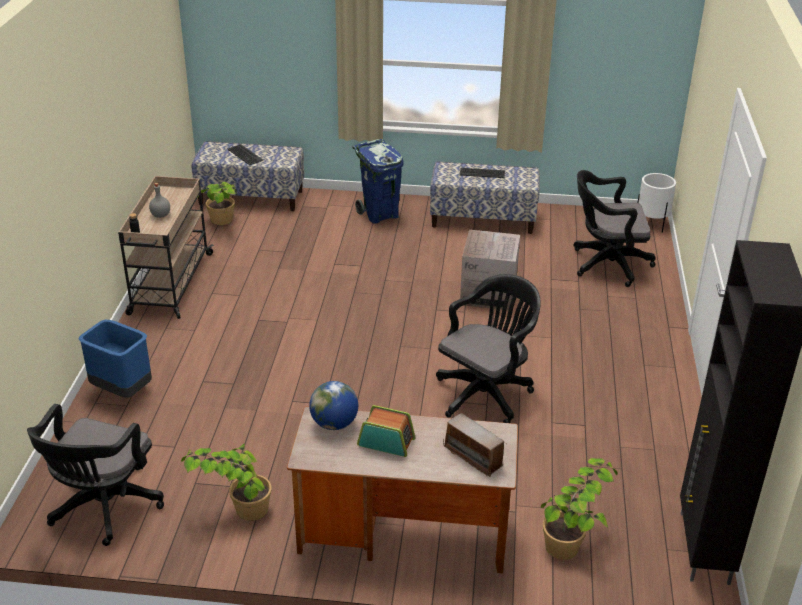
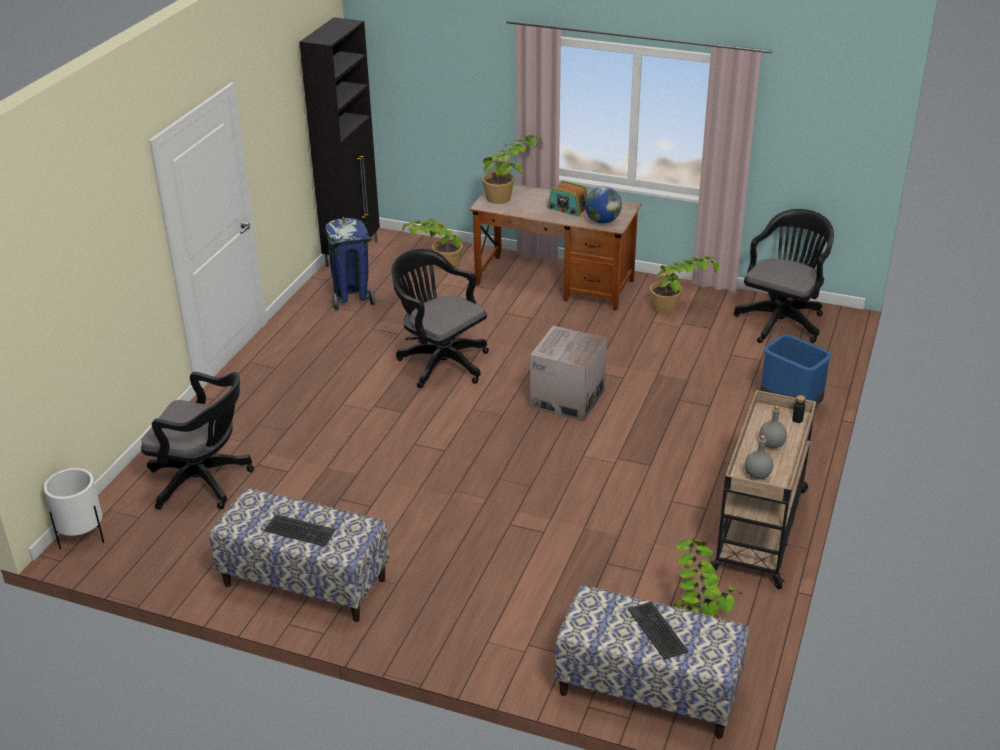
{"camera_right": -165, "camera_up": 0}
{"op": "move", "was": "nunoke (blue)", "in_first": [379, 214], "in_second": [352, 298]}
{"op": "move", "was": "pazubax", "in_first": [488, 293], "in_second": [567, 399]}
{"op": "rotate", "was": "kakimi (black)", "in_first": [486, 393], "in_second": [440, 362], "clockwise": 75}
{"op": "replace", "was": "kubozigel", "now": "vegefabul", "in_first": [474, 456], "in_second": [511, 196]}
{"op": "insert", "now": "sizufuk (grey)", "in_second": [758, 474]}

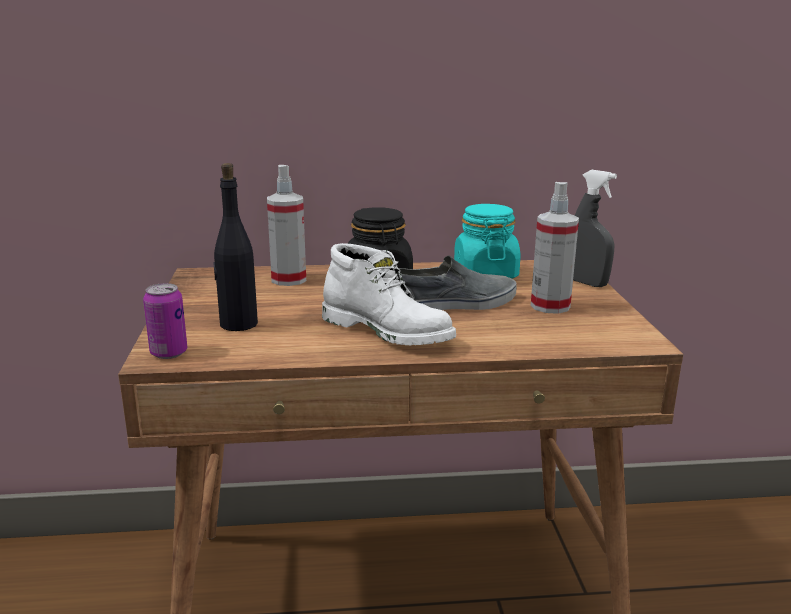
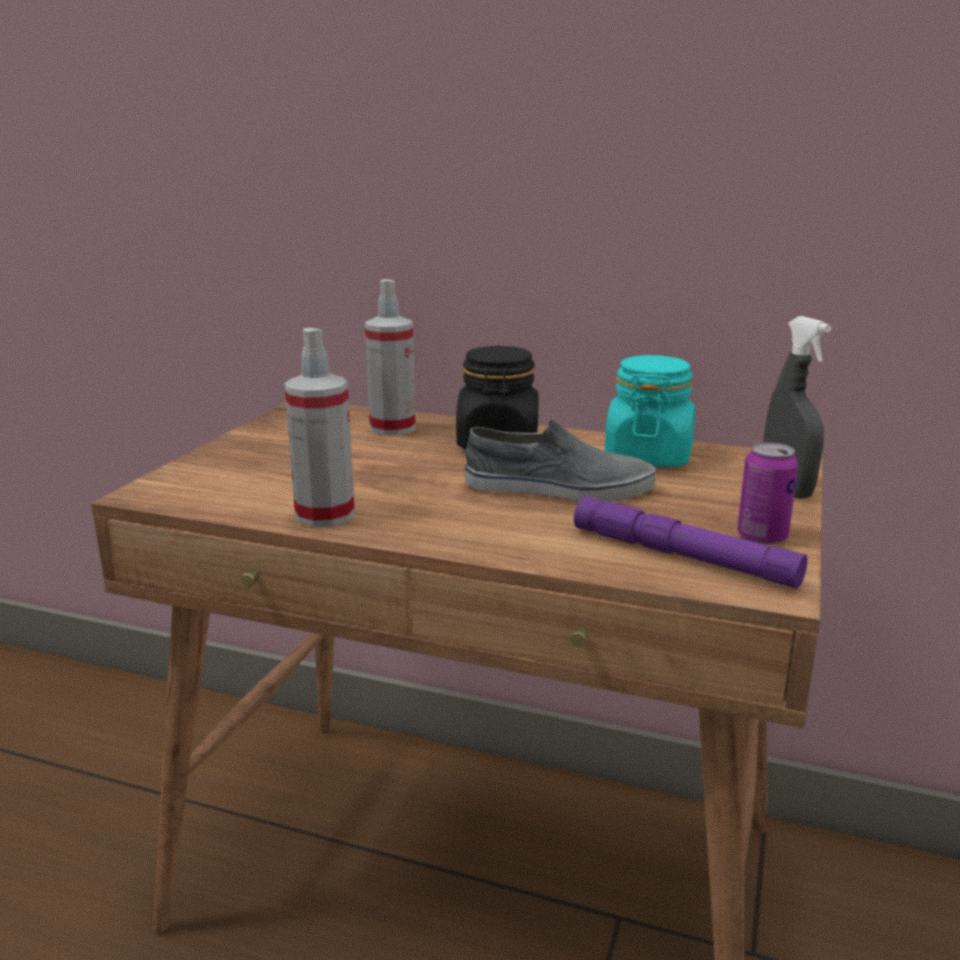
{"camera_right": 25, "camera_up": 0}
{"op": "delete", "was": "sizufuk (black)", "in_first": [238, 324]}
{"op": "move", "was": "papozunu", "in_first": [550, 306], "in_second": [325, 515]}
{"op": "delete", "was": "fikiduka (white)", "in_first": [388, 331]}
{"op": "move", "was": "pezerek", "in_first": [169, 353], "in_second": [762, 537]}
{"op": "insert", "now": "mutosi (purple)", "in_second": [682, 556]}

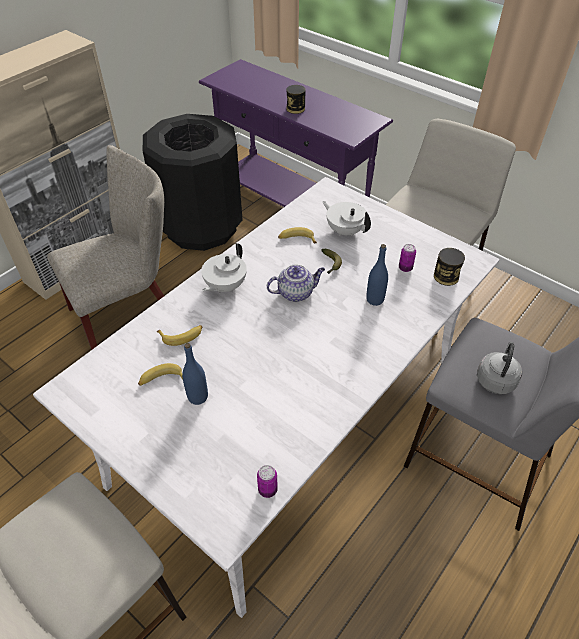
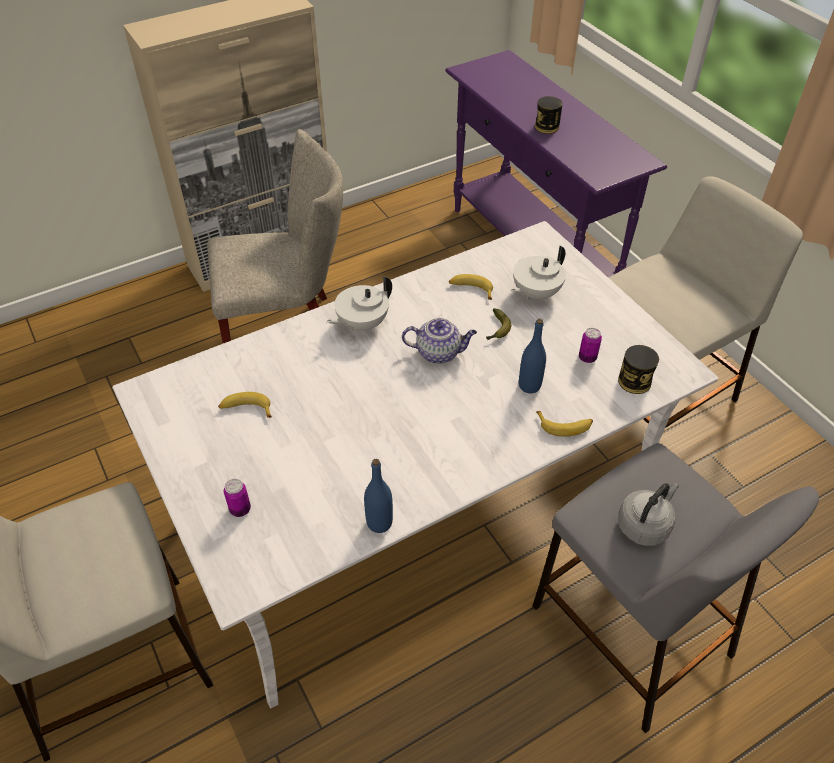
{"camera_right": 20, "camera_up": 0}
{"op": "delete", "was": "nunoke (black)", "in_first": [202, 227]}
{"op": "rotate", "was": "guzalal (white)", "in_first": [345, 230], "in_second": [535, 293], "clockwise": -105}
{"op": "move", "was": "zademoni", "in_first": [182, 336], "in_second": [565, 426]}
{"op": "move", "was": "sizufuk (blue)", "in_first": [198, 397], "in_second": [379, 523]}
{"op": "move", "was": "pezerek", "in_first": [267, 490], "in_second": [240, 509]}

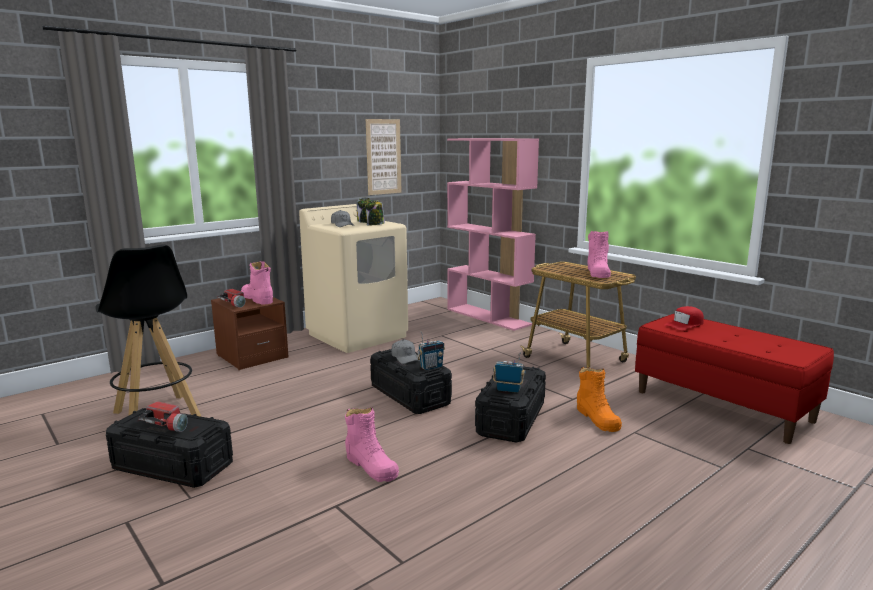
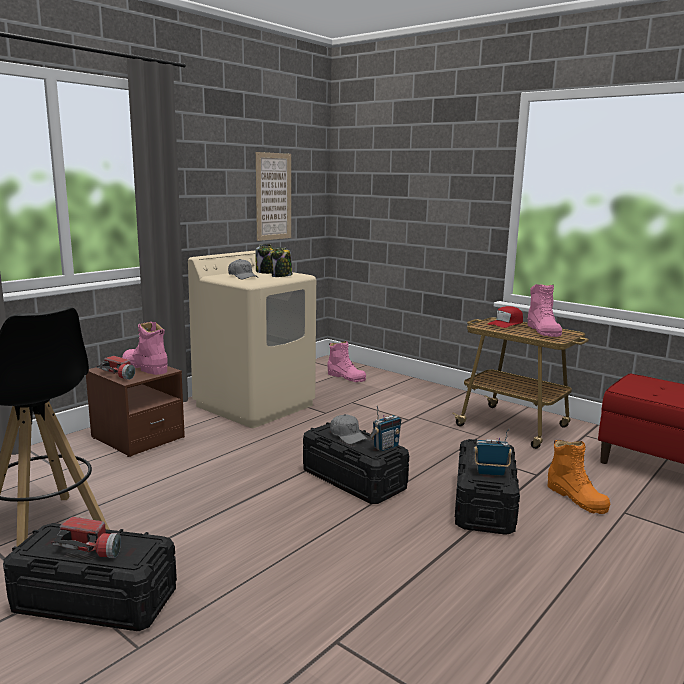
{"camera_right": -10, "camera_up": 0}
{"op": "delete", "was": "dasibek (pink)", "in_first": [488, 317]}
{"op": "move", "was": "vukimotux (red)", "in_first": [684, 324], "in_second": [506, 323]}
{"op": "move", "was": "fikiduka (pink)", "in_first": [371, 466], "in_second": [346, 377]}

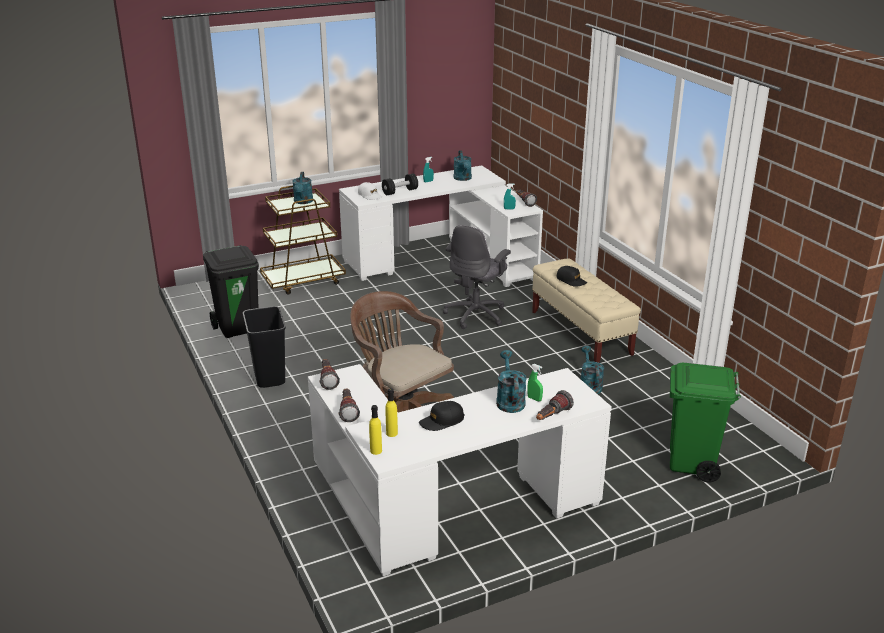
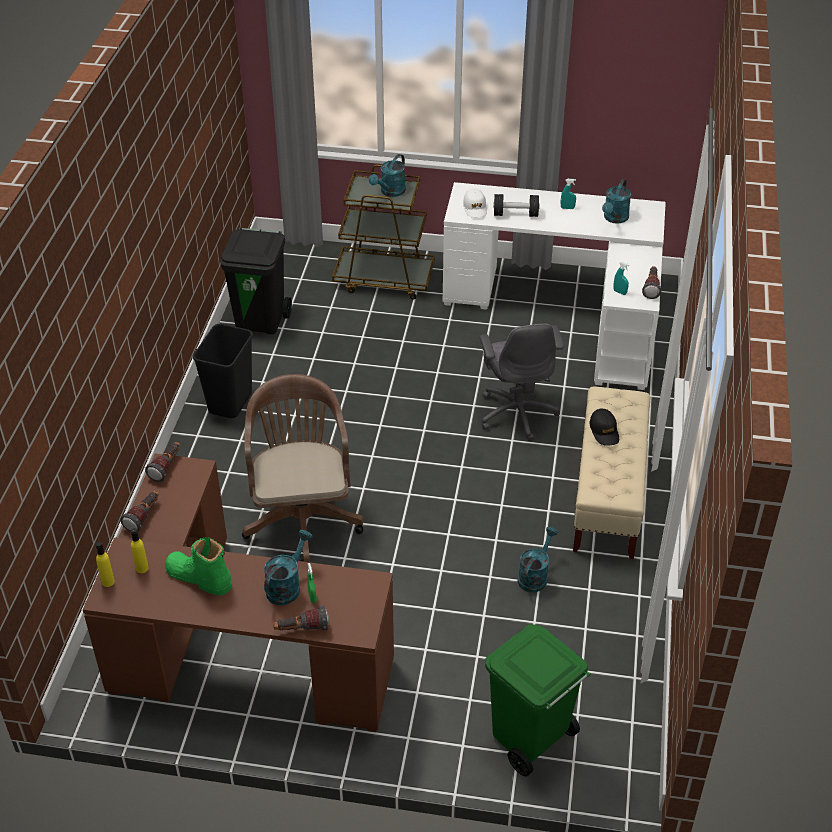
{"camera_right": 35, "camera_up": 15}
{"op": "rotate", "was": "kakimi (grey)", "in_first": [476, 315], "in_second": [517, 412], "clockwise": -75}
{"op": "recolor", "was": "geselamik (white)", "now": "geselamik (brown)", "in_first": [444, 508], "in_second": [231, 651]}
{"op": "replace", "was": "vukimotux (black)", "now": "fikiduka (green)", "in_first": [441, 421], "in_second": [198, 578]}

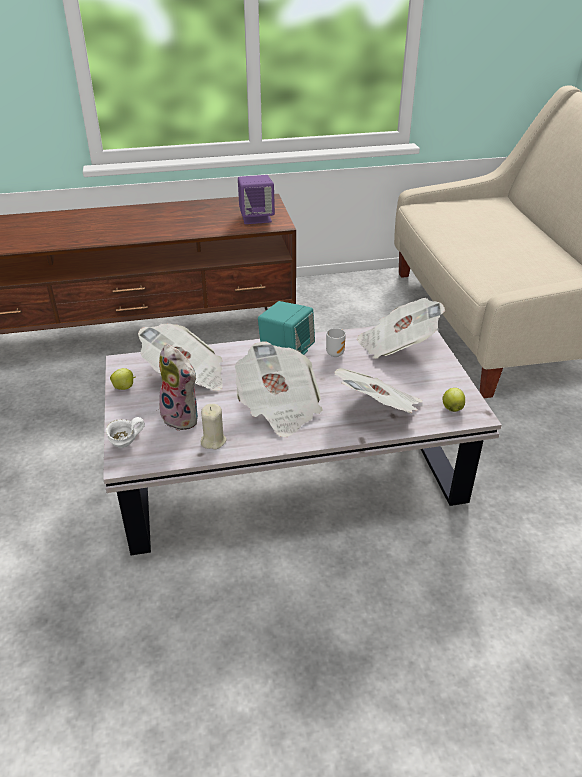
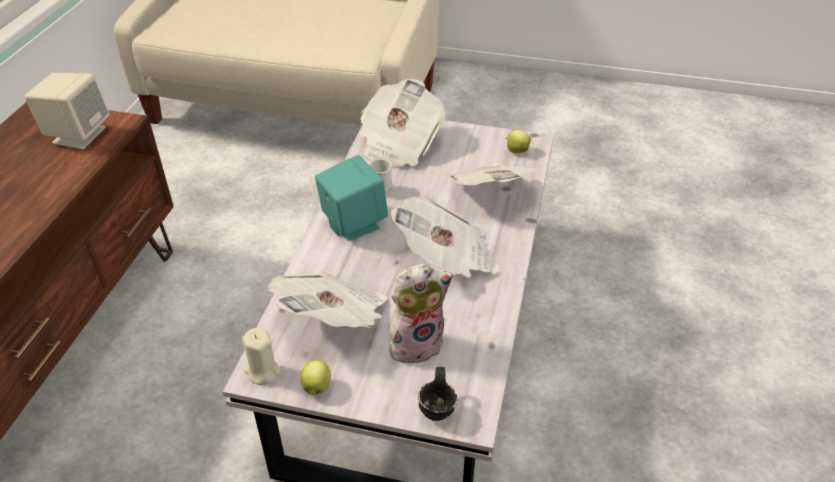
{"camera_right": -65, "camera_up": 5}
{"op": "recolor", "was": "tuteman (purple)", "now": "tuteman (beige)", "in_first": [256, 218], "in_second": [78, 135]}
{"op": "move", "was": "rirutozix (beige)", "in_first": [213, 441], "in_second": [262, 371]}
{"op": "recolor", "was": "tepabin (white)", "now": "tepabin (black)", "in_first": [126, 445], "in_second": [439, 410]}

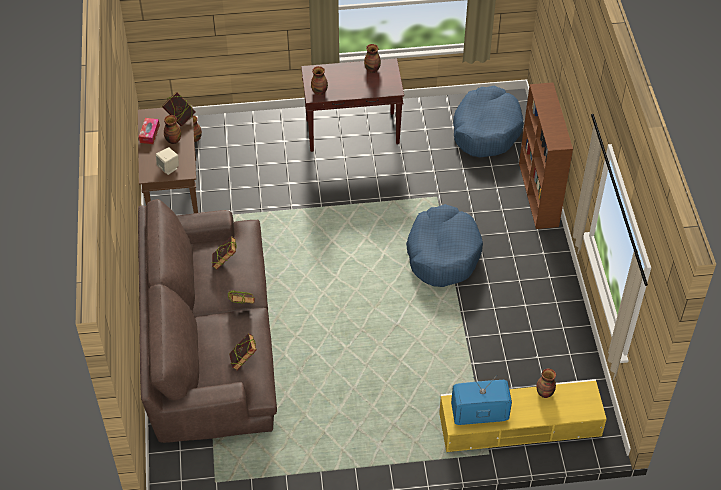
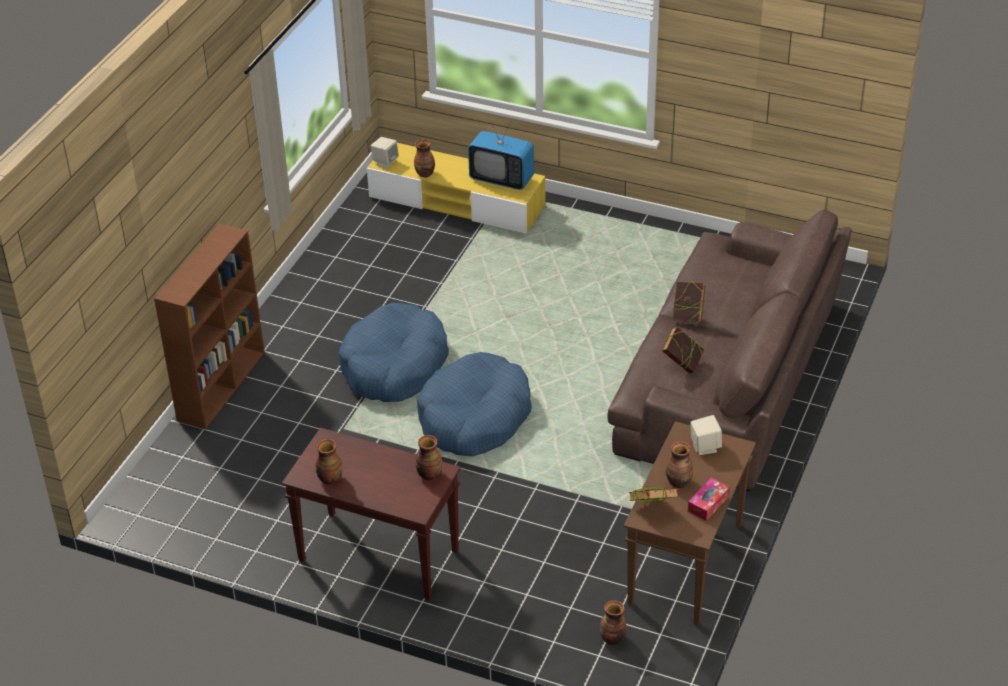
{"camera_right": -150, "camera_up": -10}
{"op": "move", "was": "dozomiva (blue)", "in_first": [486, 130], "in_second": [474, 418]}
{"op": "delete", "was": "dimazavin", "in_first": [243, 360]}
{"op": "insert", "now": "tuteman (beige)", "in_second": [385, 162]}

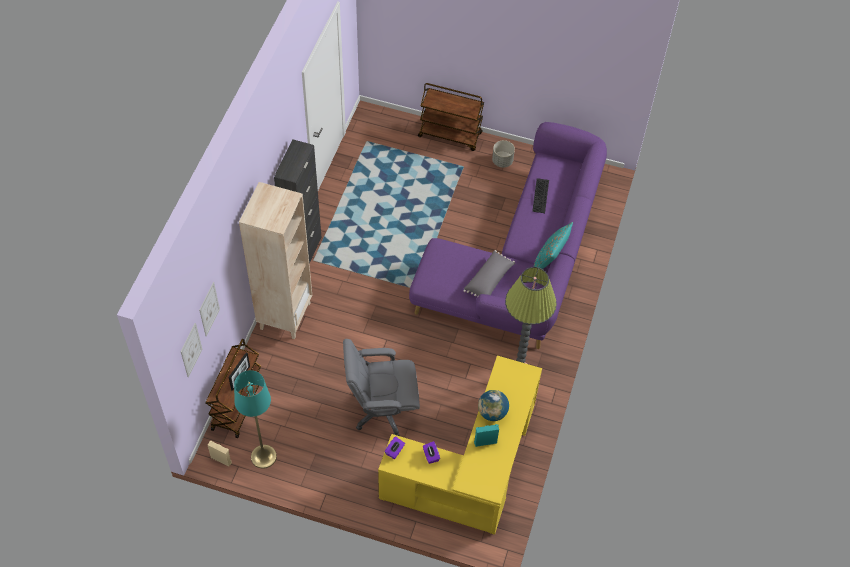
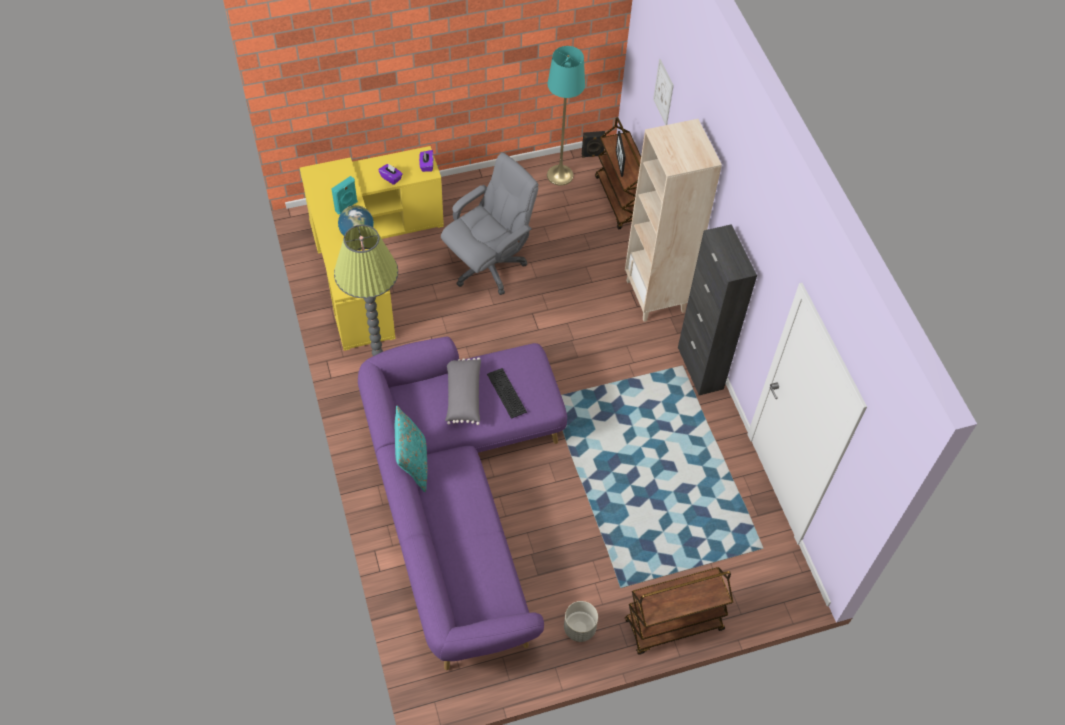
{"camera_right": 145, "camera_up": 0}
{"op": "move", "was": "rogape", "in_first": [541, 196], "in_second": [505, 393]}
{"op": "delete", "was": "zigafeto", "in_first": [191, 350]}
{"op": "recolor", "was": "tuteman (beige)", "now": "tuteman (black)", "in_first": [221, 459], "in_second": [592, 155]}

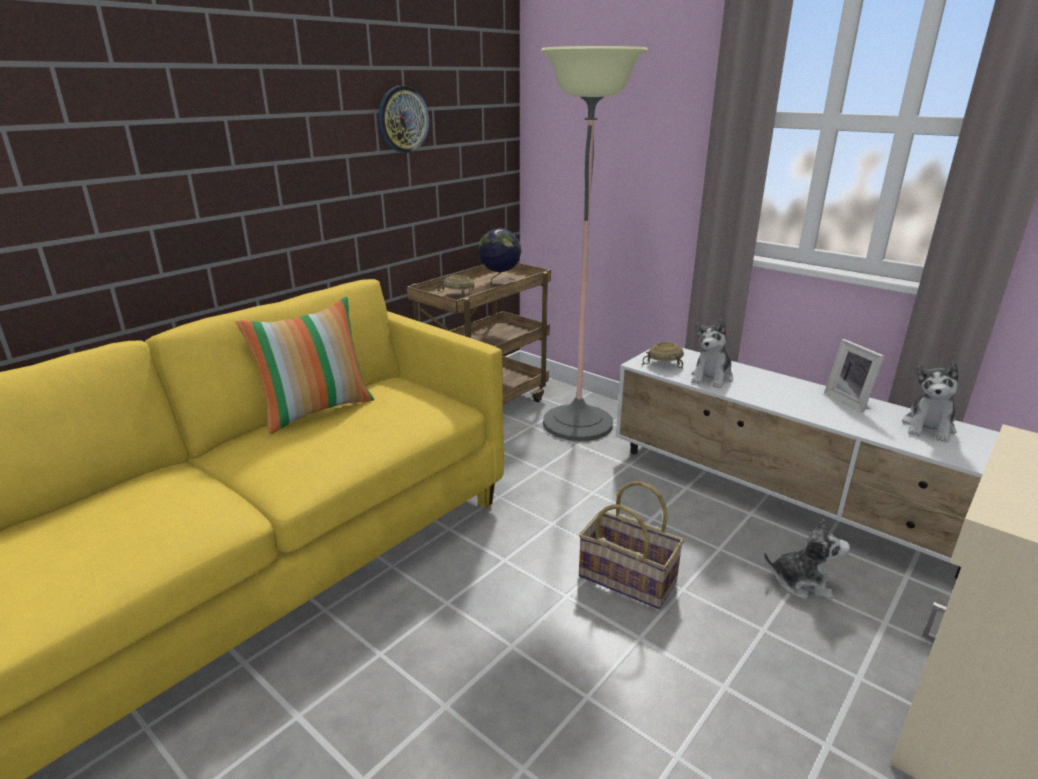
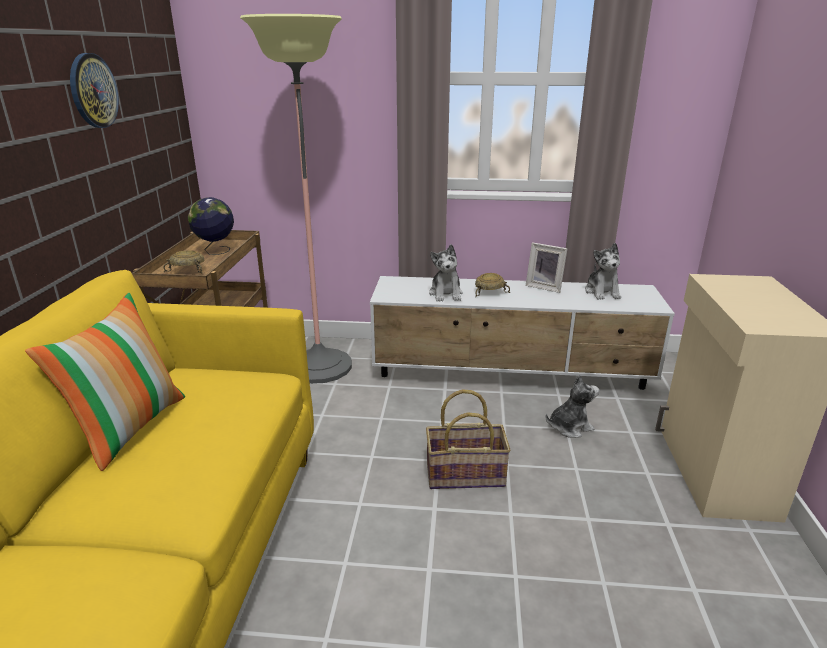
{"camera_right": -35, "camera_up": 0}
{"op": "move", "was": "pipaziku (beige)", "in_first": [665, 363], "in_second": [489, 292]}

